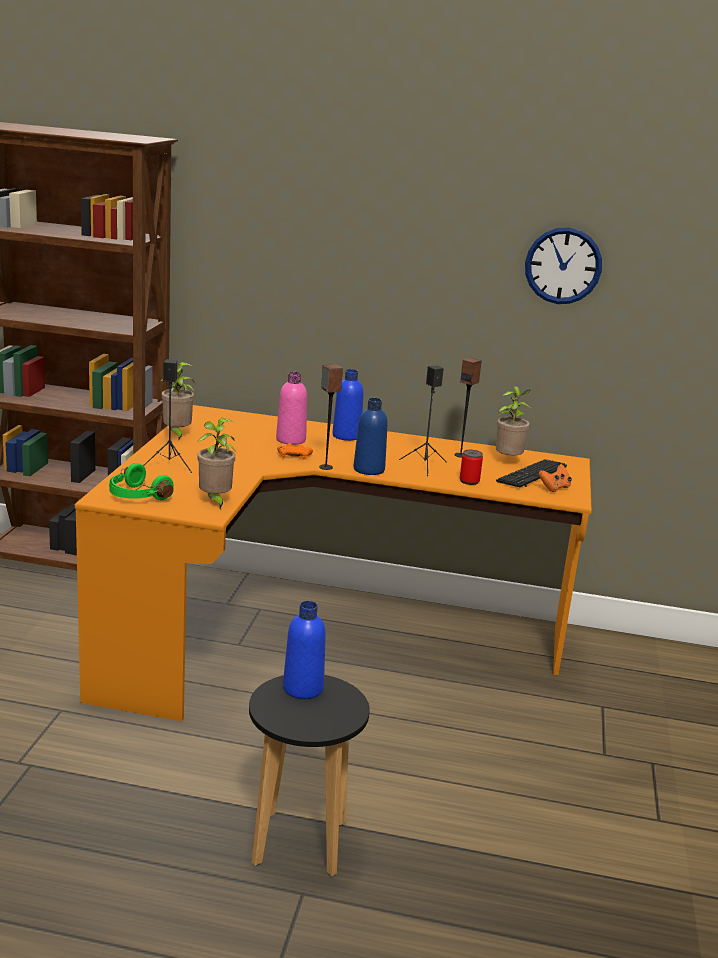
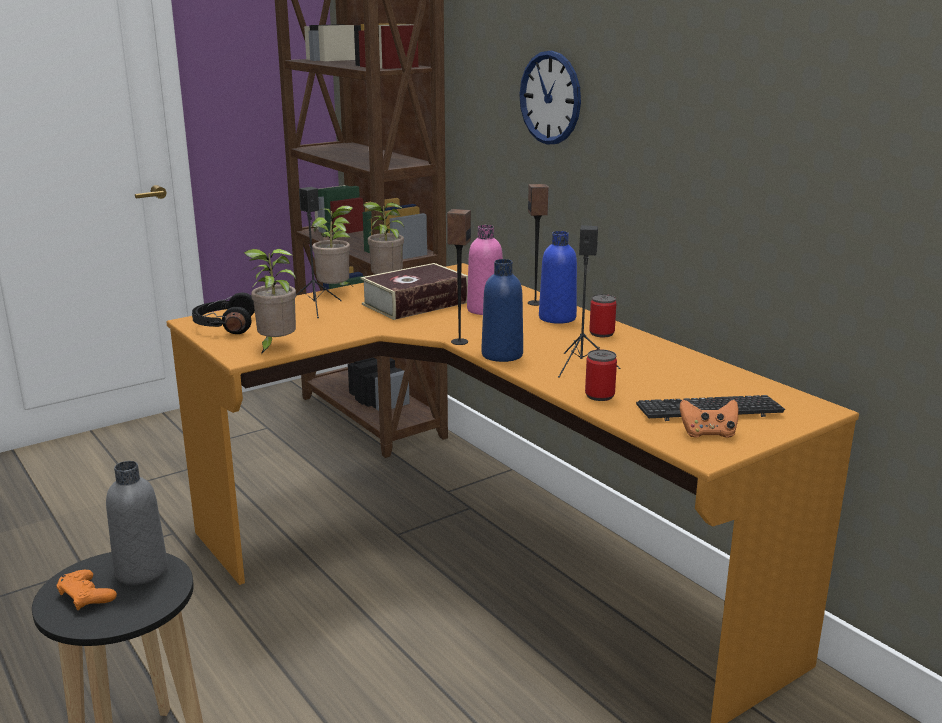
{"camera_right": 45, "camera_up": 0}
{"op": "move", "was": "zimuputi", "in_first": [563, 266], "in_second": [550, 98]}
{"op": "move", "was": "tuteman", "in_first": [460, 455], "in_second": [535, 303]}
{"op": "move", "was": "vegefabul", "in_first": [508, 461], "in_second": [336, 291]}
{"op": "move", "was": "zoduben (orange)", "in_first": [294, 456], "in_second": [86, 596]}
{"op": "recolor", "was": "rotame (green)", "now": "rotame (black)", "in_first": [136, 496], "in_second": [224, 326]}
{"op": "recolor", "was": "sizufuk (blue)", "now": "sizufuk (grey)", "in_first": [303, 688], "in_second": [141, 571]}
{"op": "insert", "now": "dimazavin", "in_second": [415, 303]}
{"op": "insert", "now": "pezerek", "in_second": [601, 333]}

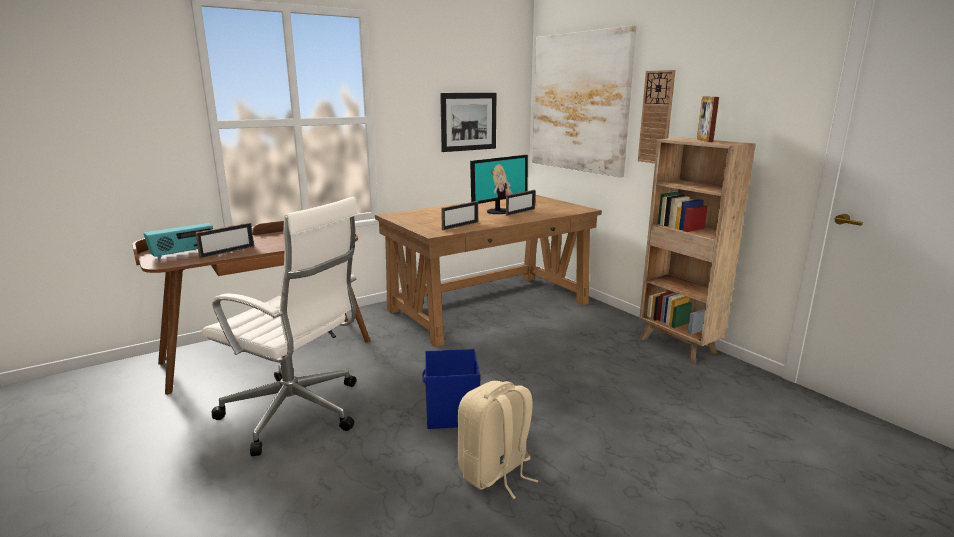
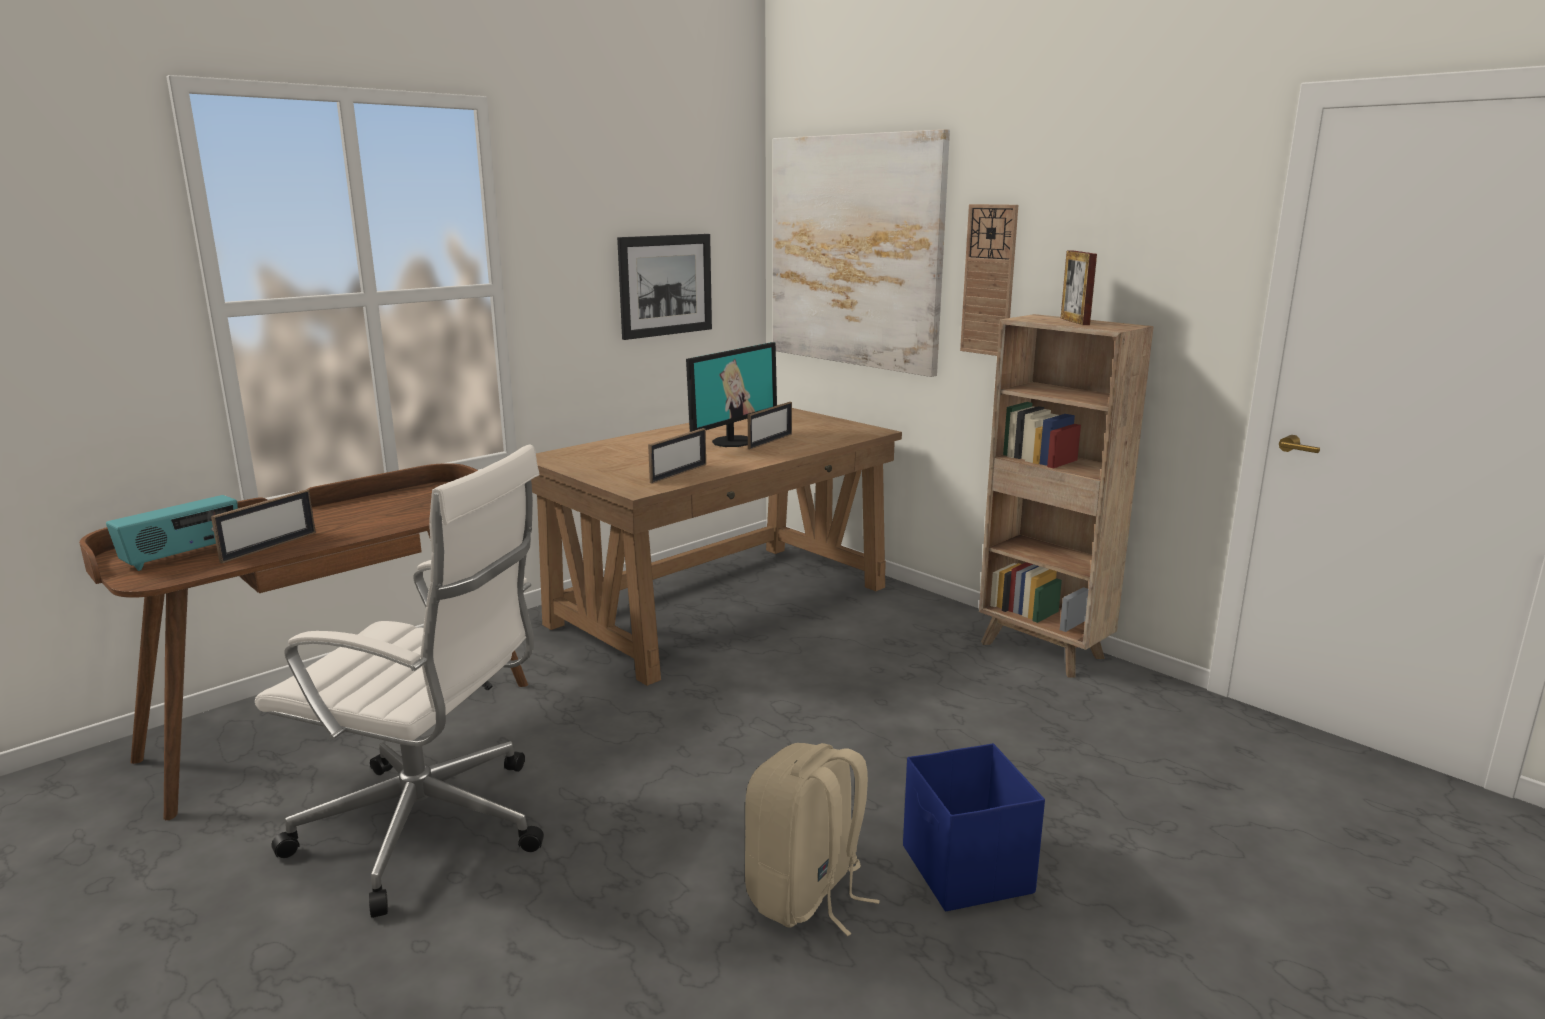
{"camera_right": -10, "camera_up": 0}
{"op": "move", "was": "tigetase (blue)", "in_first": [451, 413], "in_second": [966, 871]}

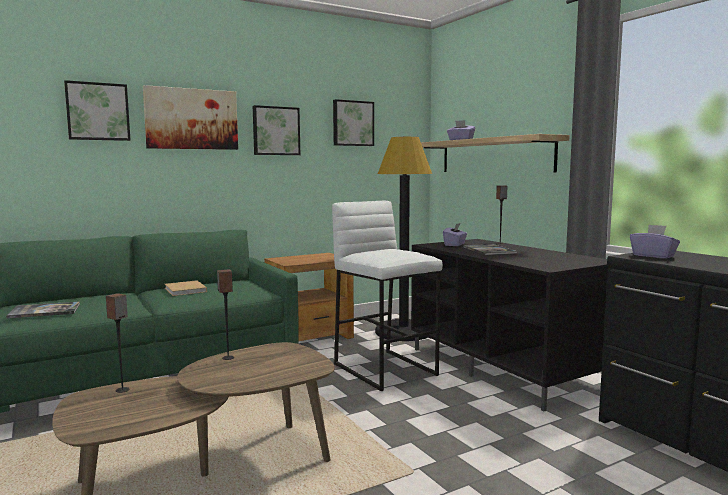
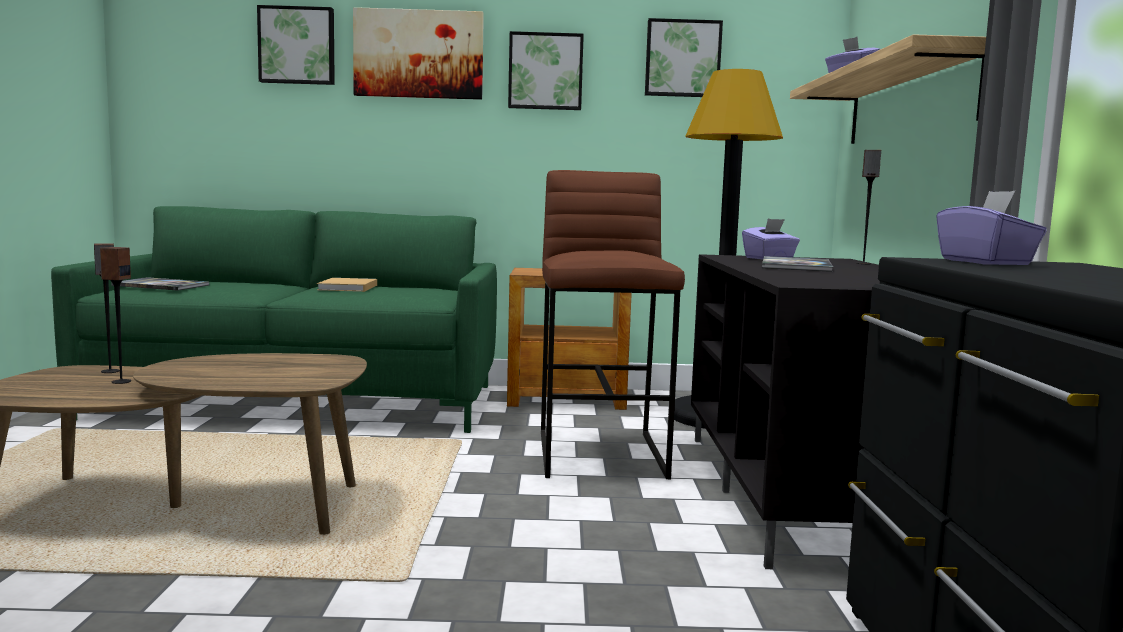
{"camera_right": 30, "camera_up": 0}
{"op": "recolor", "was": "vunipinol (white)", "now": "vunipinol (brown)", "in_first": [386, 369], "in_second": [602, 454]}
{"op": "move", "was": "tuteman", "in_first": [227, 358], "in_second": [121, 381]}

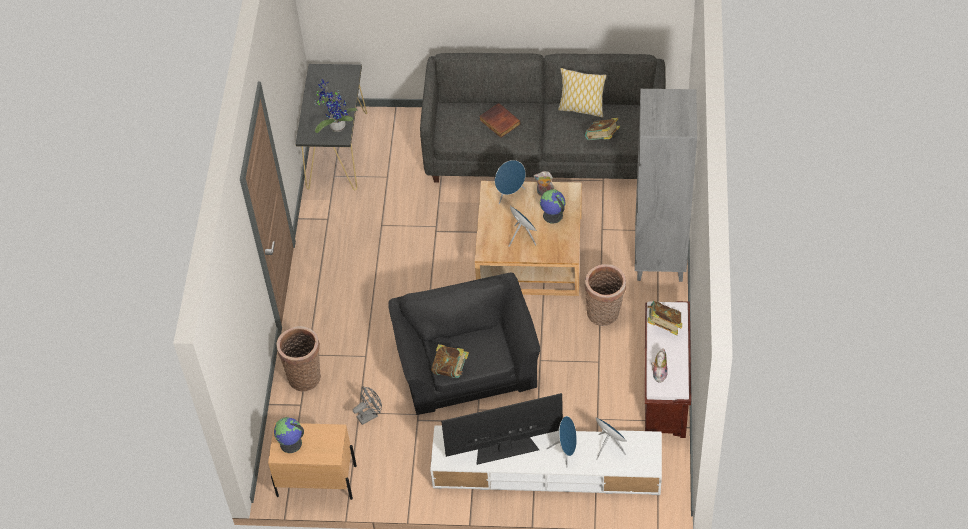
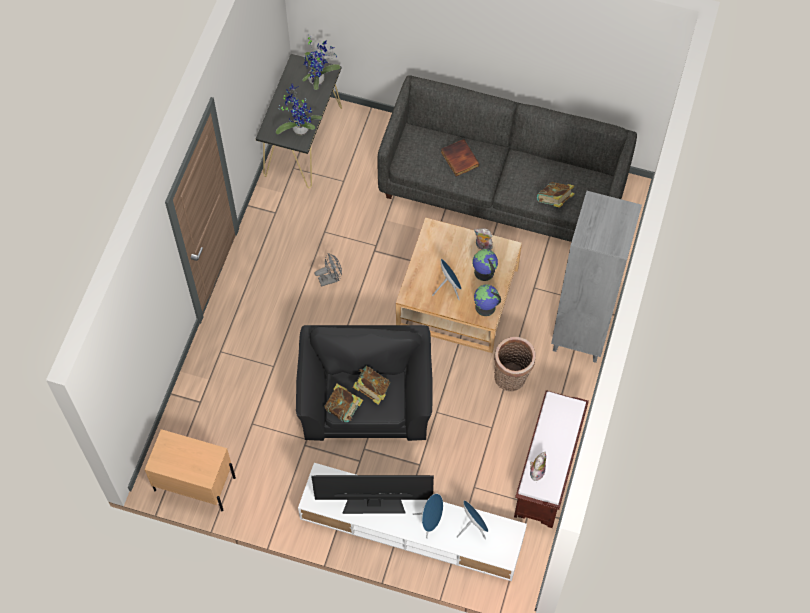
{"camera_right": 10, "camera_up": 10}
{"op": "delete", "was": "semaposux", "in_first": [581, 108]}
{"op": "delete", "was": "tuteman (blue)", "in_first": [510, 194]}
{"op": "move", "was": "dimazavin", "in_first": [663, 325], "in_second": [371, 390]}
{"op": "delete", "was": "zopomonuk", "in_first": [305, 375]}
{"op": "move", "was": "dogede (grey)", "in_first": [370, 415], "in_second": [330, 279]}
{"op": "move", "was": "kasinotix", "in_first": [291, 444], "in_second": [485, 307]}
{"op": "insert", "now": "vegefabul", "in_second": [318, 79]}

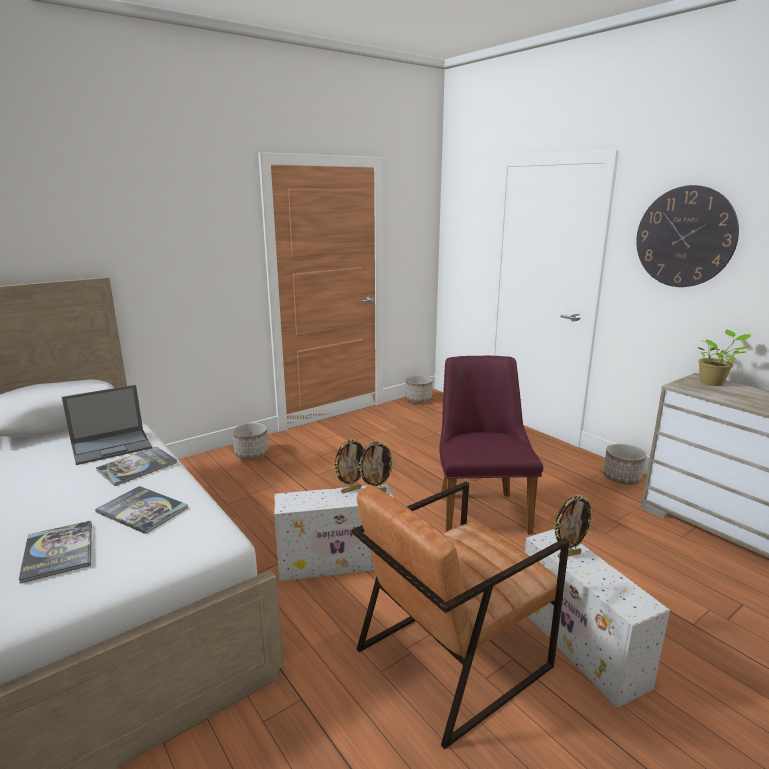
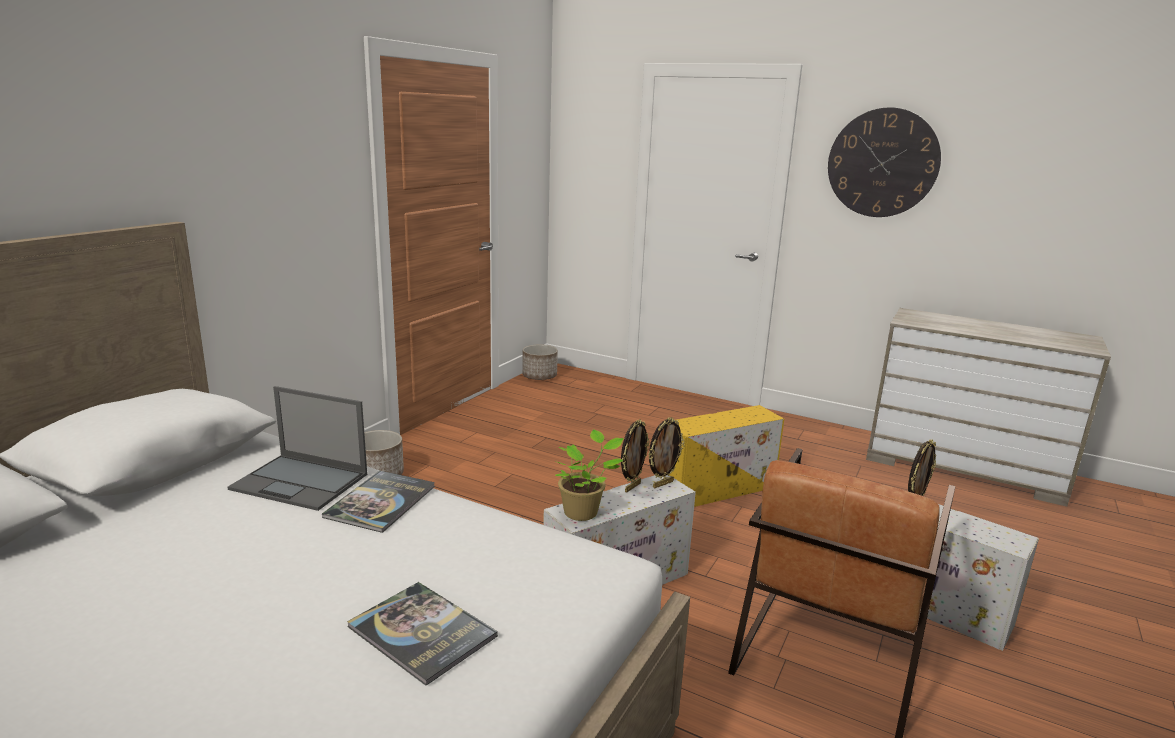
{"camera_right": -25, "camera_up": 0}
{"op": "move", "was": "vegefabul", "in_first": [713, 382], "in_second": [583, 512]}
{"op": "replace", "was": "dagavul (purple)", "now": "tigetase (yellow)", "in_first": [480, 508], "in_second": [718, 489]}
{"op": "rotate", "was": "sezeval", "in_first": [112, 446], "in_second": [301, 482], "clockwise": 75}
{"op": "delete", "was": "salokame", "in_first": [622, 478]}
{"op": "delete", "was": "dimazavin", "in_first": [142, 510]}

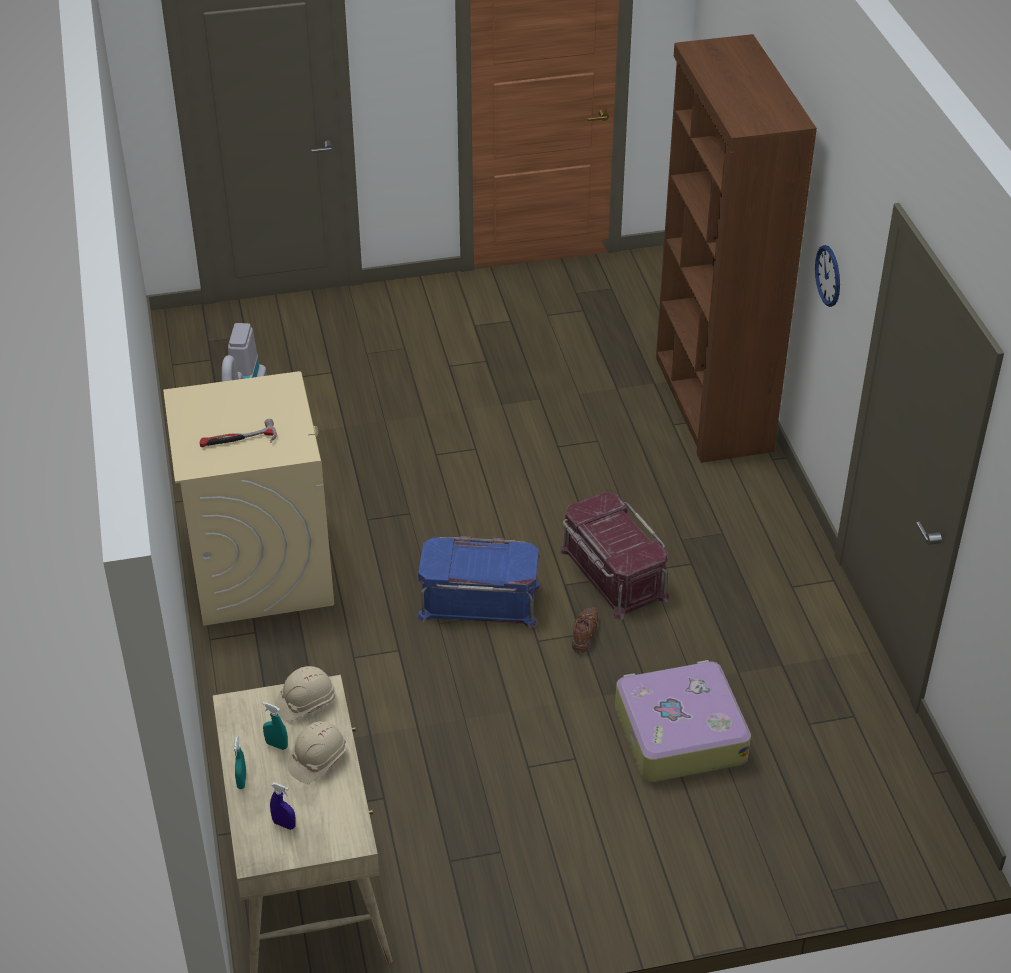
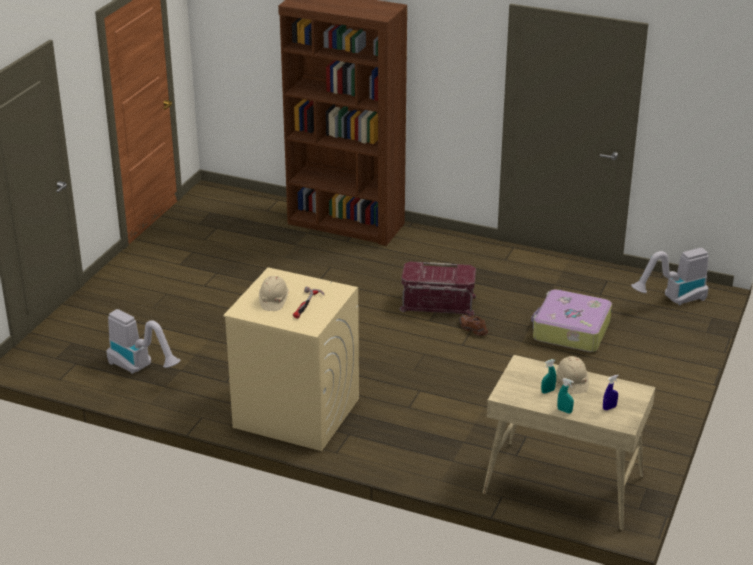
{"camera_right": -55, "camera_up": -10}
{"op": "delete", "was": "zimuputi", "in_first": [828, 275]}
{"op": "delete", "was": "tigetase (blue)", "in_first": [479, 600]}
{"op": "move", "was": "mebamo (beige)", "in_first": [305, 702], "in_second": [273, 301]}
{"op": "insert", "now": "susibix", "in_second": [673, 300]}

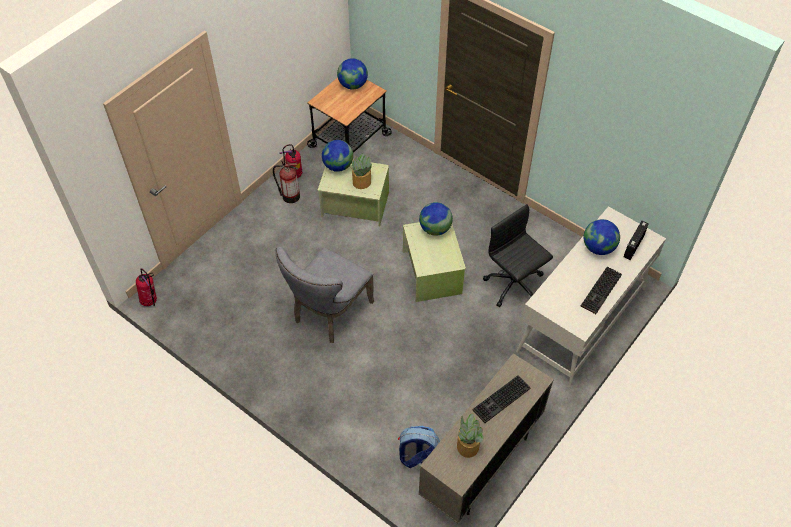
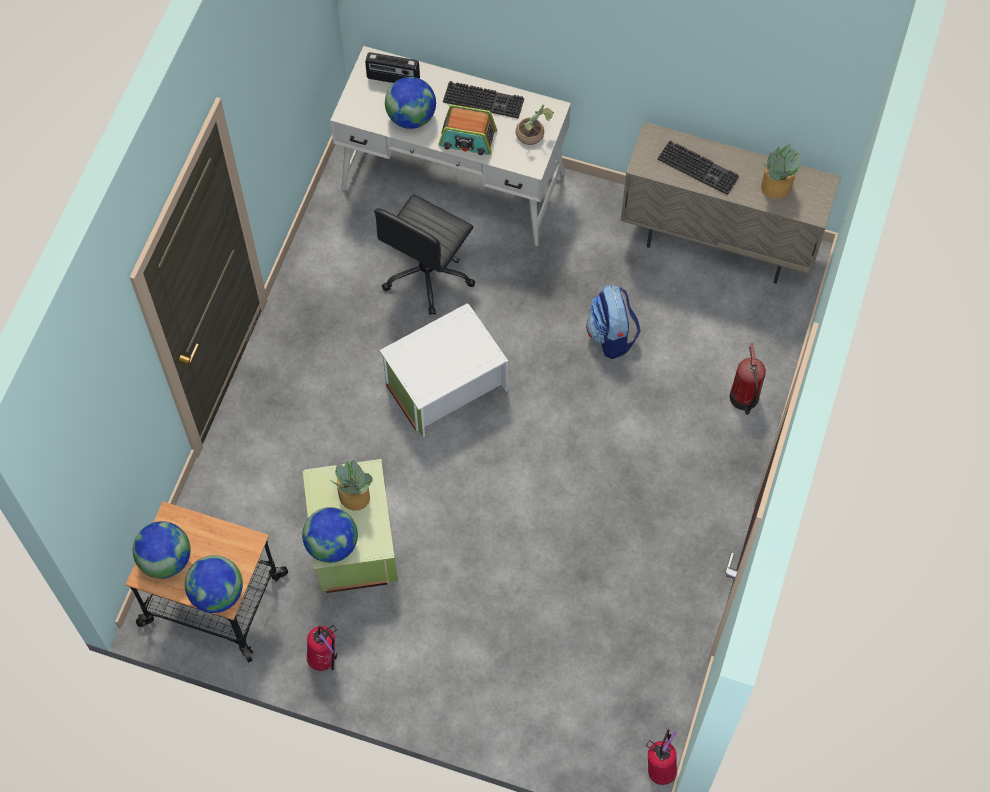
{"camera_right": -110, "camera_up": 10}
{"op": "move", "was": "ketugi", "in_first": [290, 196], "in_second": [744, 399]}
{"op": "move", "was": "kasinotix", "in_first": [435, 229], "in_second": [217, 593]}
{"op": "recolor", "was": "tigetase (green)", "now": "tigetase (white)", "in_first": [433, 271], "in_second": [444, 385]}
{"op": "delete", "was": "dagavul (grey)", "in_first": [329, 314]}
{"op": "move", "was": "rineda", "in_first": [418, 457], "in_second": [611, 336]}
{"op": "insert", "now": "vegefabul", "in_second": [533, 135]}
{"op": "insert", "now": "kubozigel", "in_second": [467, 139]}

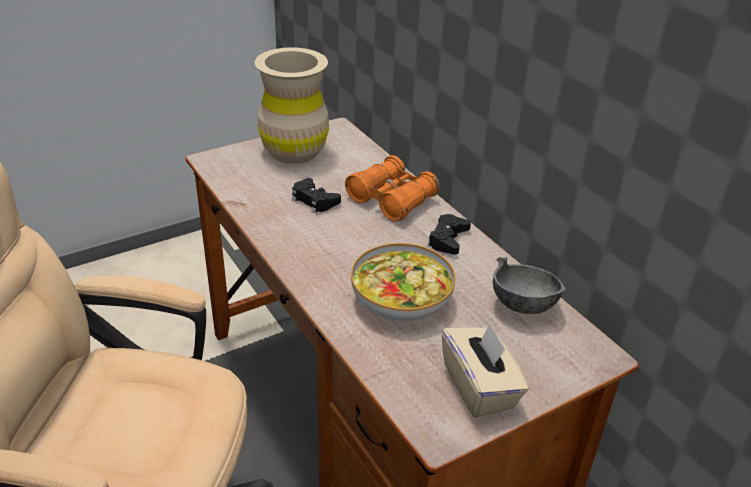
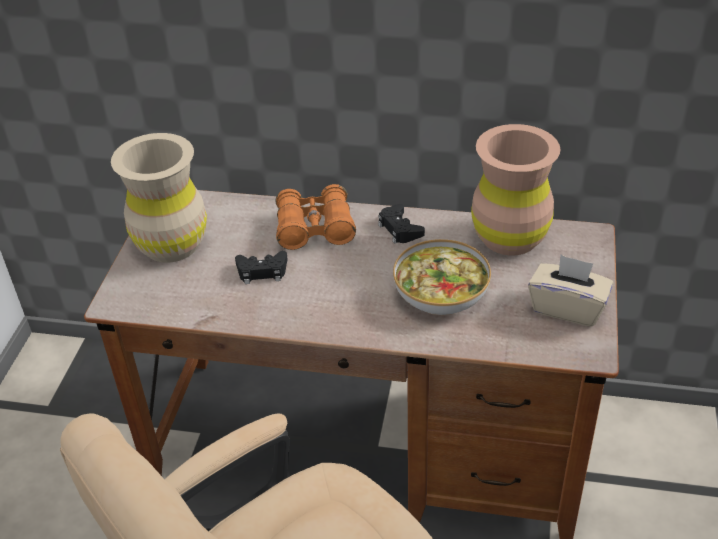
{"camera_right": -45, "camera_up": 5}
{"op": "replace", "was": "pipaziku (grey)", "now": "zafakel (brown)", "in_first": [523, 304], "in_second": [509, 237]}

